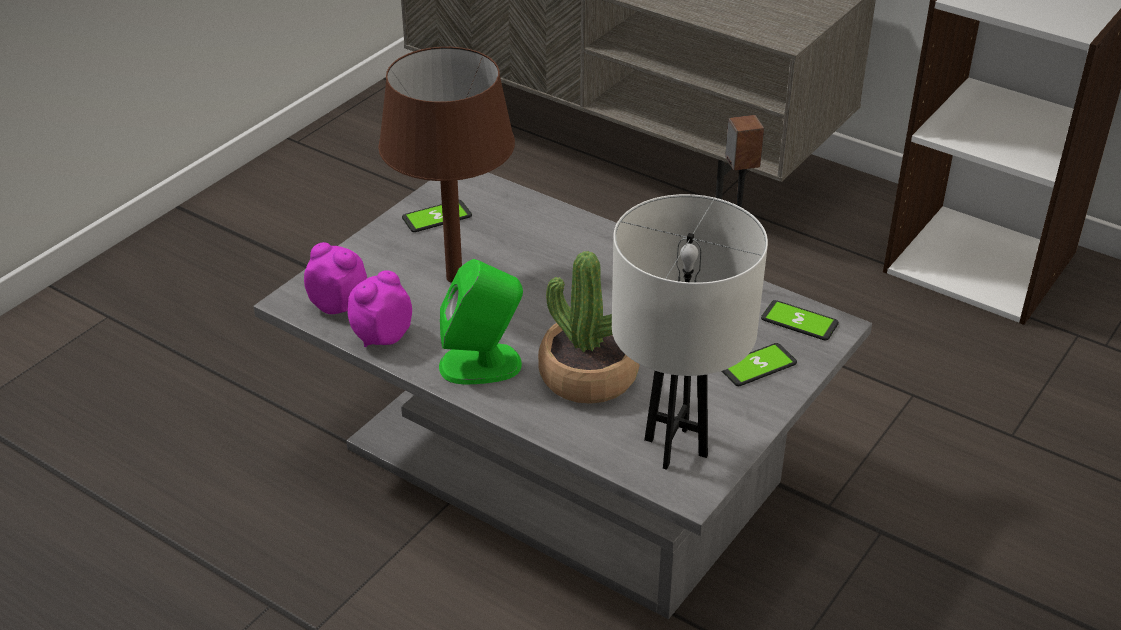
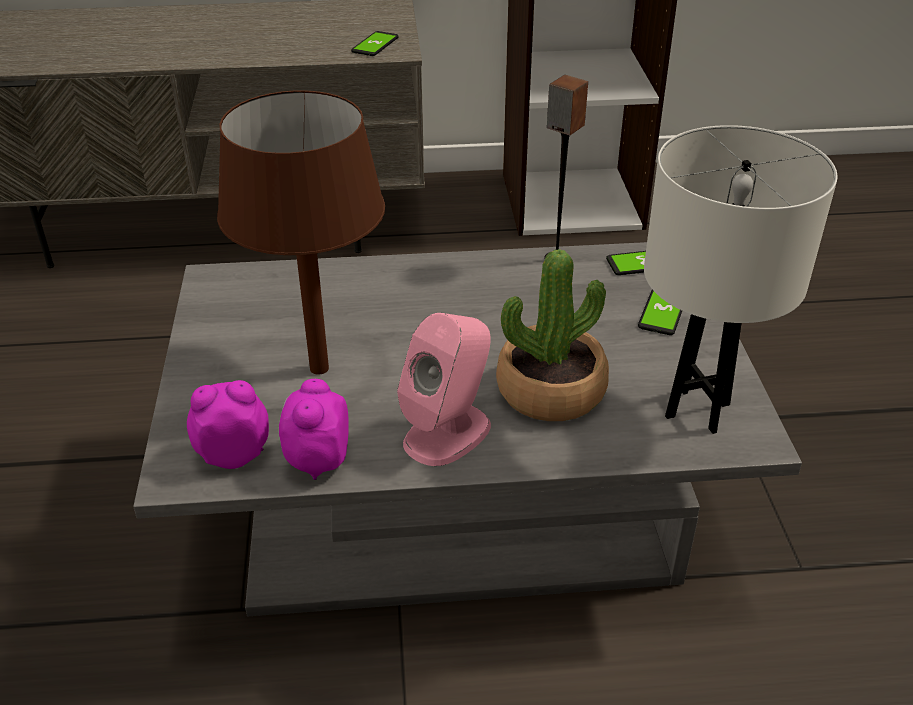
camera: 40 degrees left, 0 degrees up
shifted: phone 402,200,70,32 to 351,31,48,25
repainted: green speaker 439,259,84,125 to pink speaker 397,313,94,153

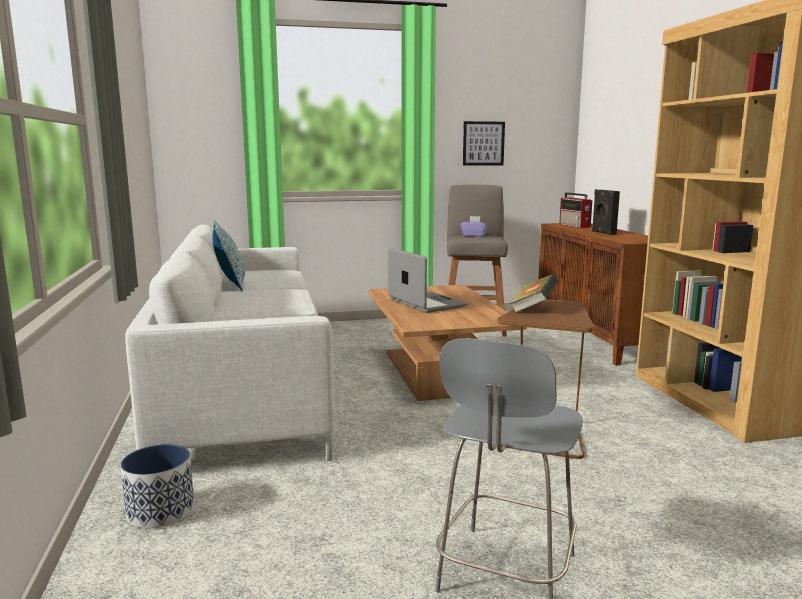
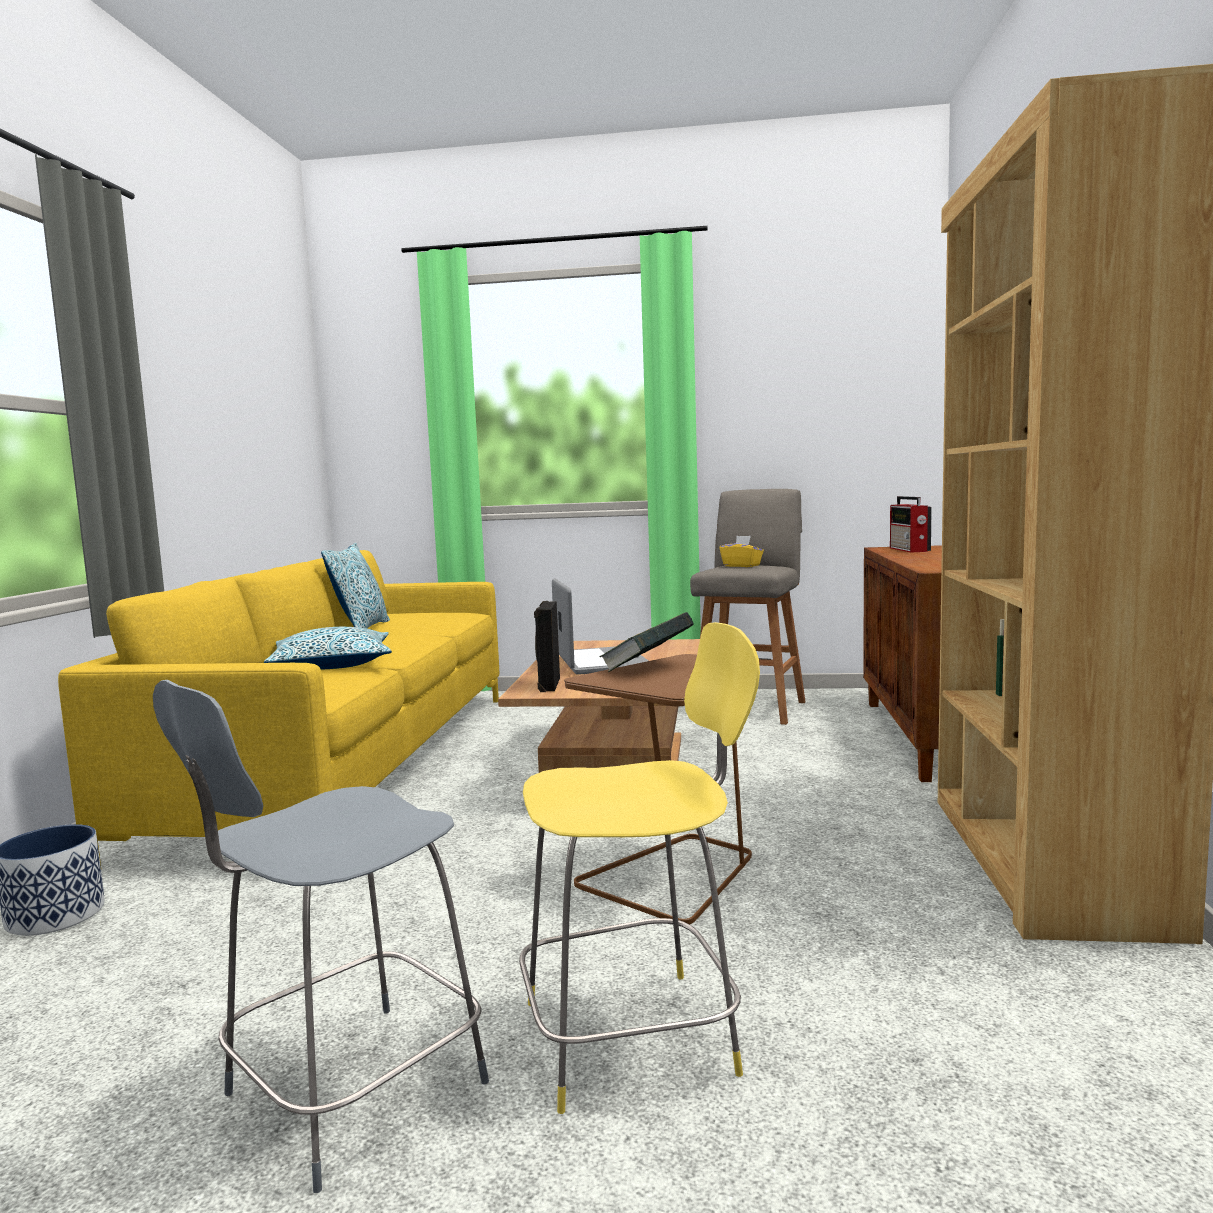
camera: 20 degrees right, 5 degrees down
gone: picture 463,121,42,45
new: yellow stool 519,622,241,492; pillow 264,627,128,43
shifted: black speaker 592,189,28,46 to 534,601,26,91
repainted: purple tissue box 461,216,27,21 to yellow tissue box 719,536,45,31; white sofa 125,224,209,237 to yellow sofa 58,550,441,315

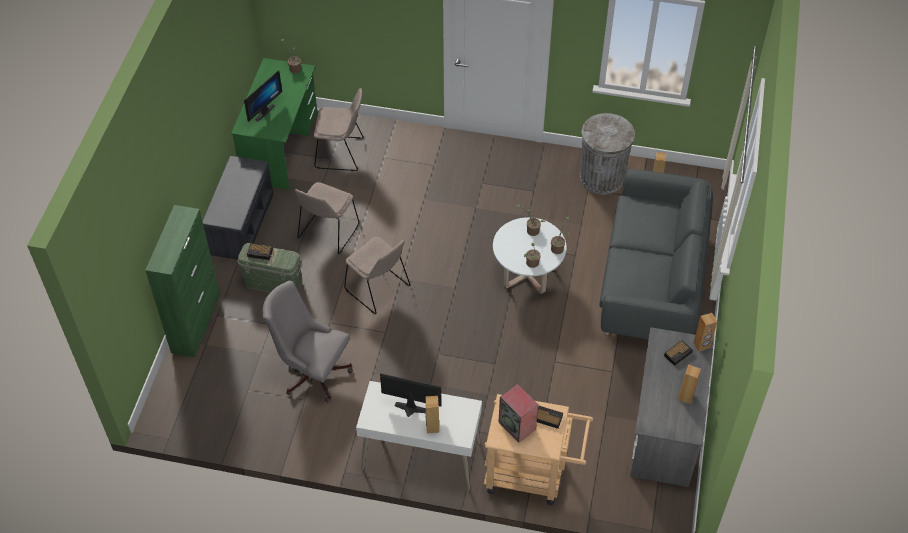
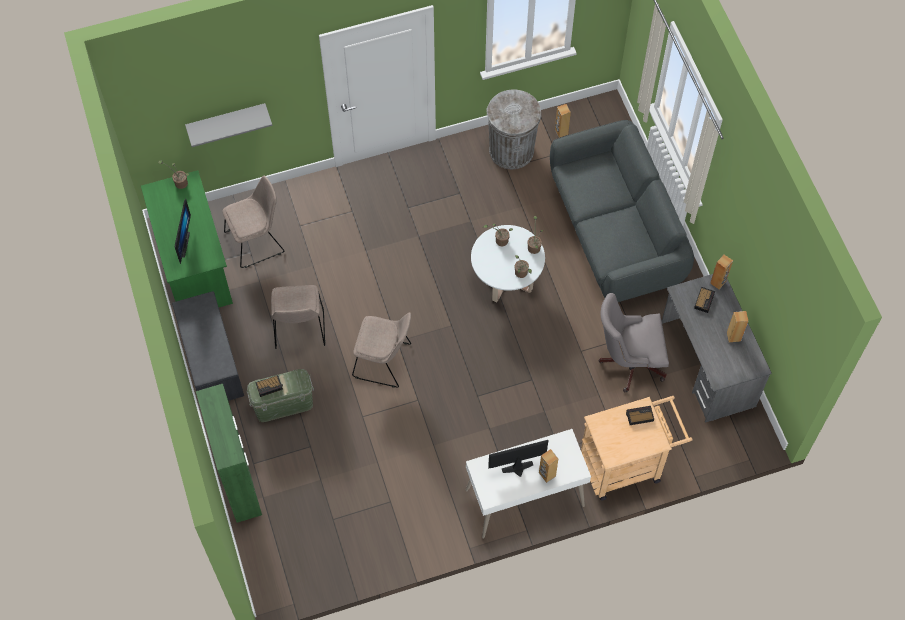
camera: 30 degrees left, 10 degrees up
gone: speaker 498,384,40,58
new: grey shelf 185,103,88,44
shifted: grey office chair 263,281,90,121 to 599,293,70,99

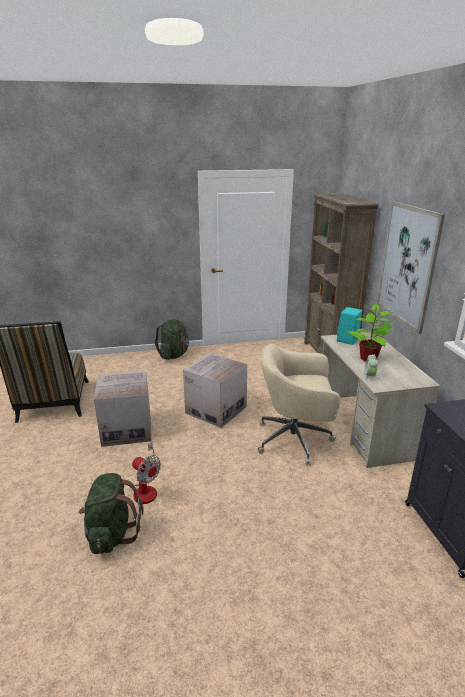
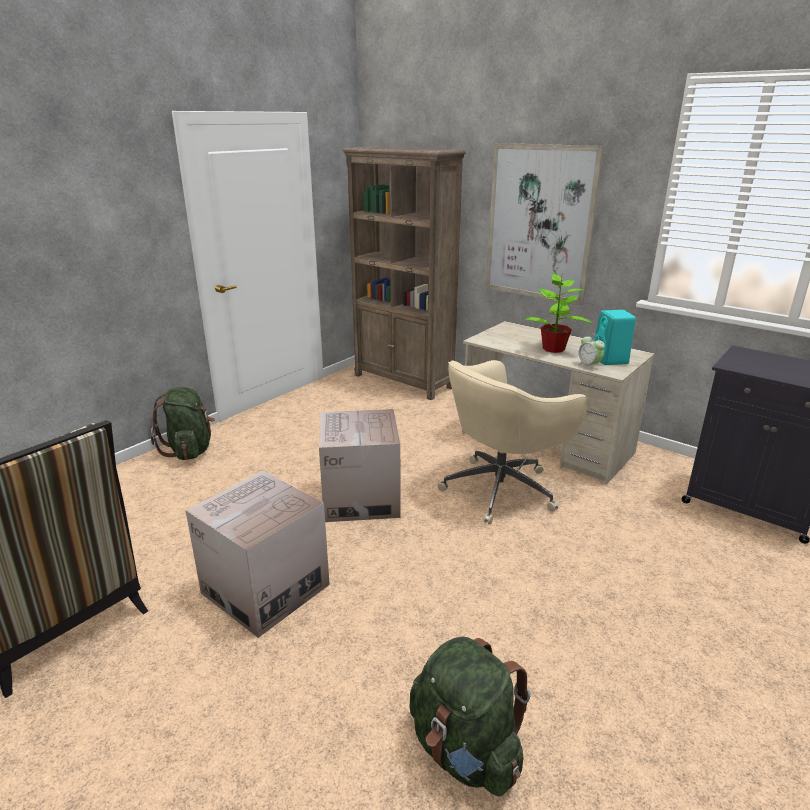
camera: 40 degrees left, 0 degrees up
gone: fan 132,442,29,62
shifted: turquoise speaker 337,307,25,38 to 594,310,42,55

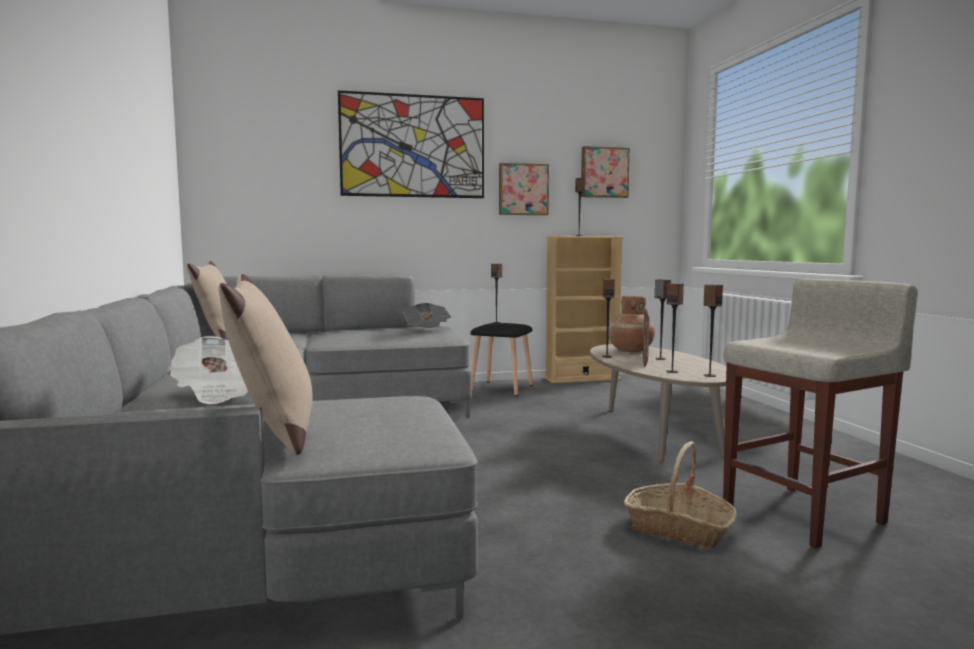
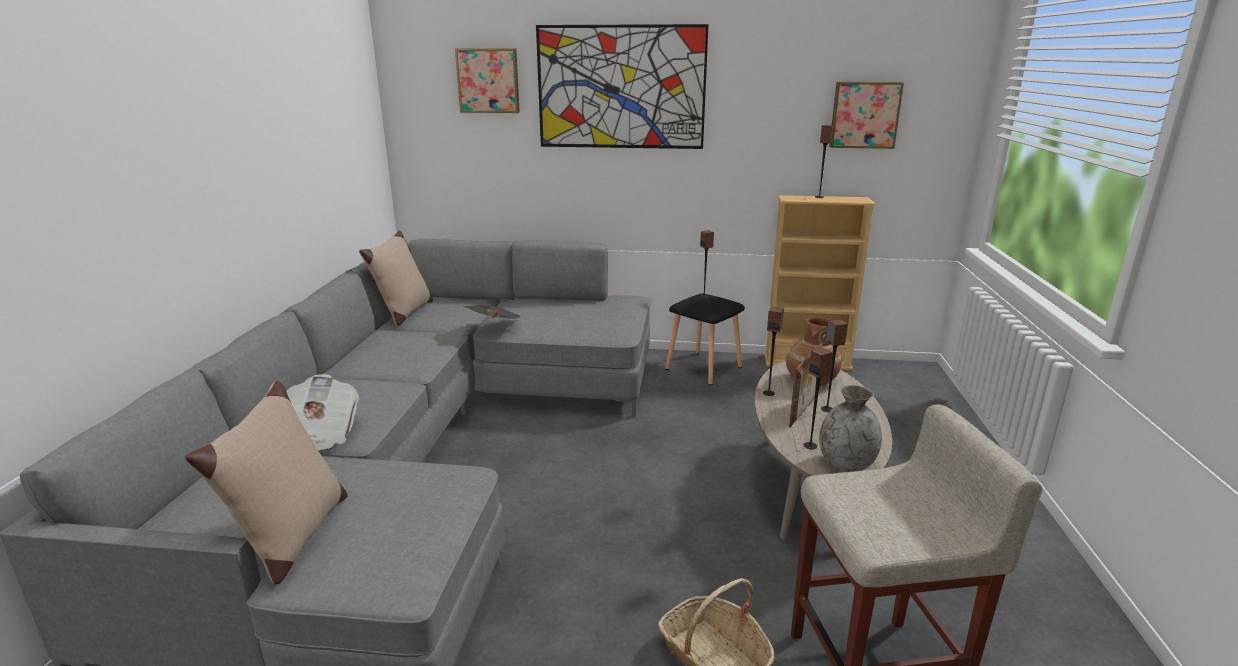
camera: 20 degrees right, 15 degrees up
shifted: picture 499,163,50,52 to 455,49,65,64; newspaper 398,303,53,25 to 463,305,58,14
swapped: speaker 703,284,20,93 to grey vase 819,385,63,87

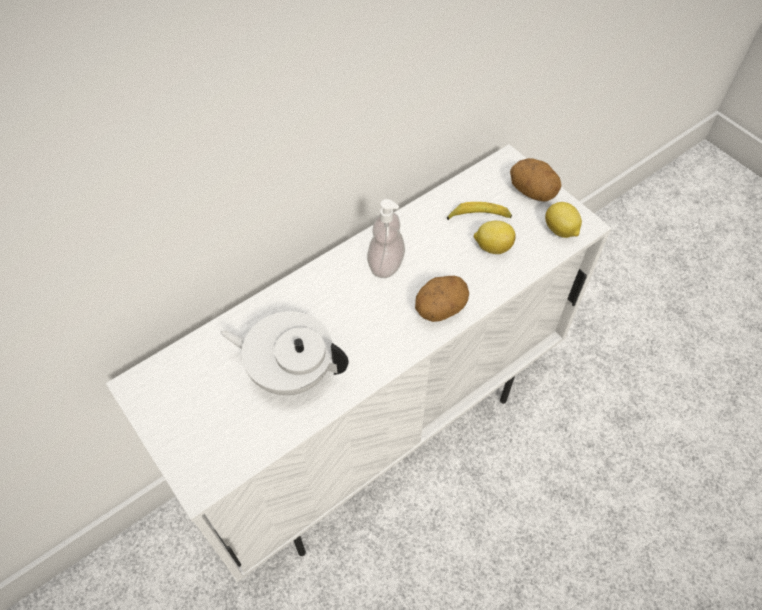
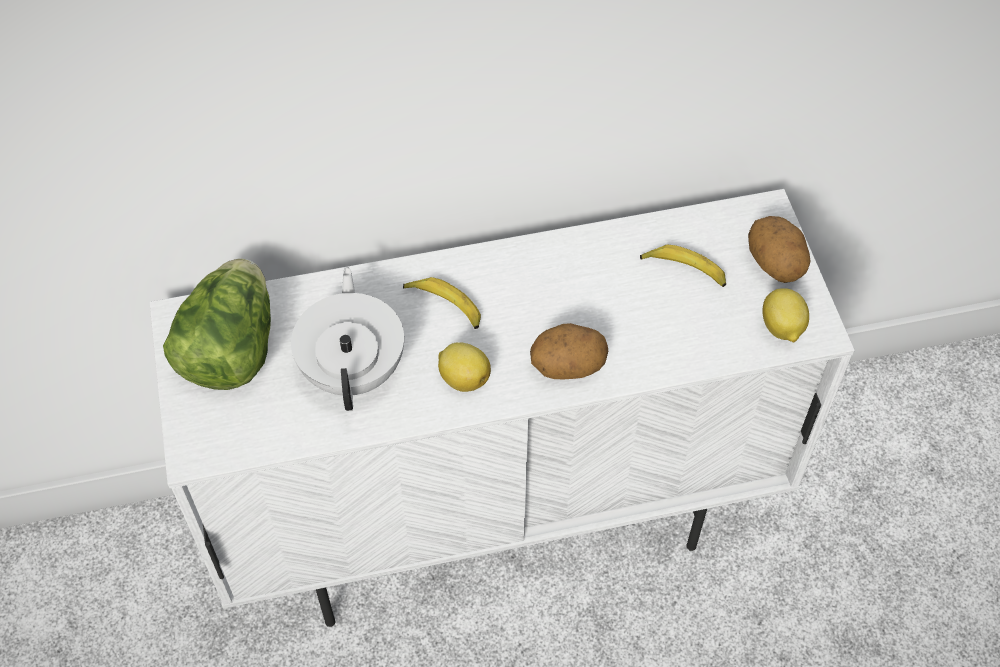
camera: 25 degrees right, 0 degrees up
gone: soap dispenser 367,199,38,79
new: lettuce 163,259,108,131; banana 403,277,78,52
shifted: lemon 473,221,43,33 to 438,342,53,50
rotated: white teapot 221,311,128,84 = 291,267,113,144 45 degrees clockwise

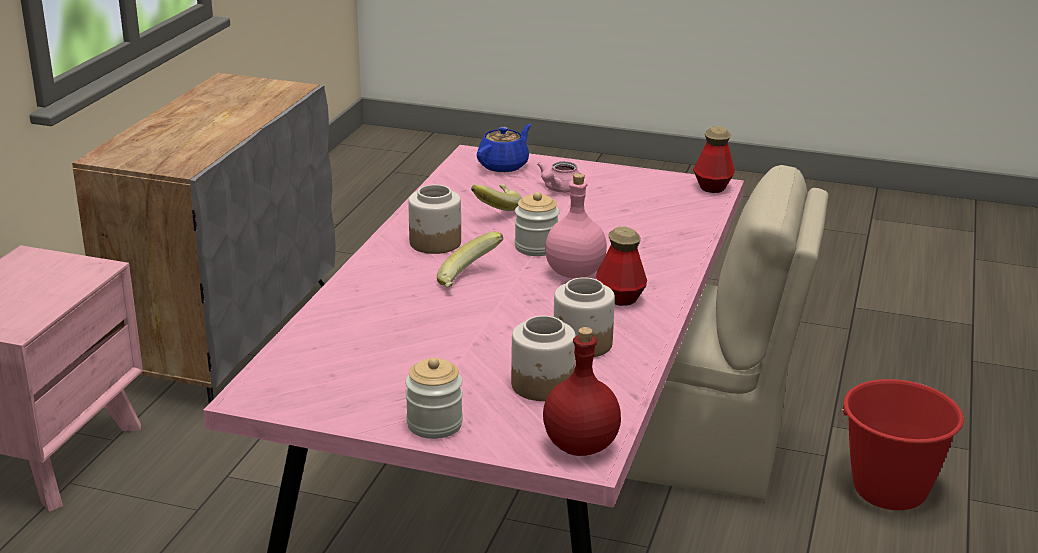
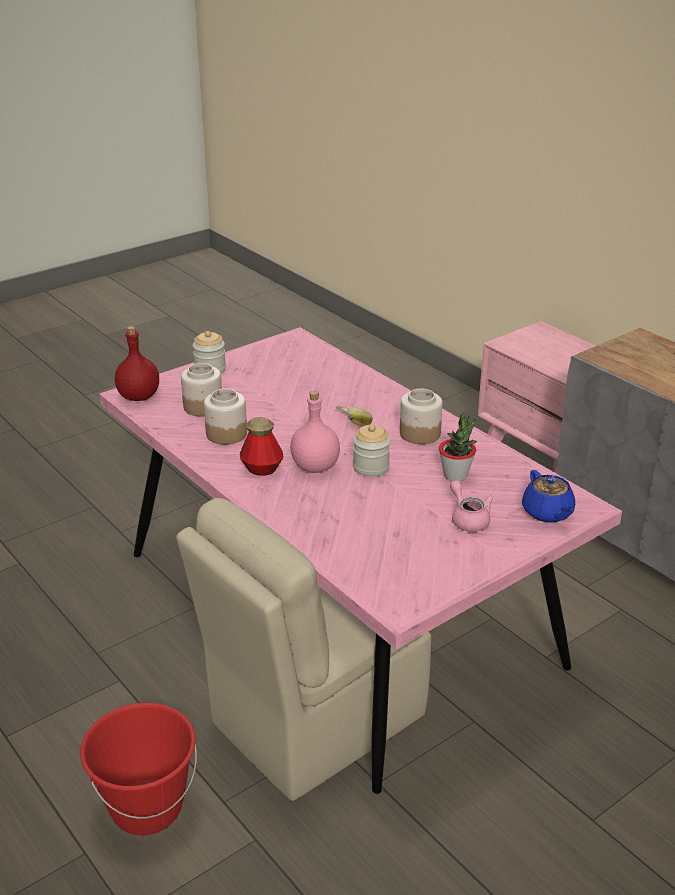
camera: 125 degrees right, 5 degrees up
gone: bottle 693,126,42,67
swapped: banana 471,184,51,27 to potted plant 439,413,38,68

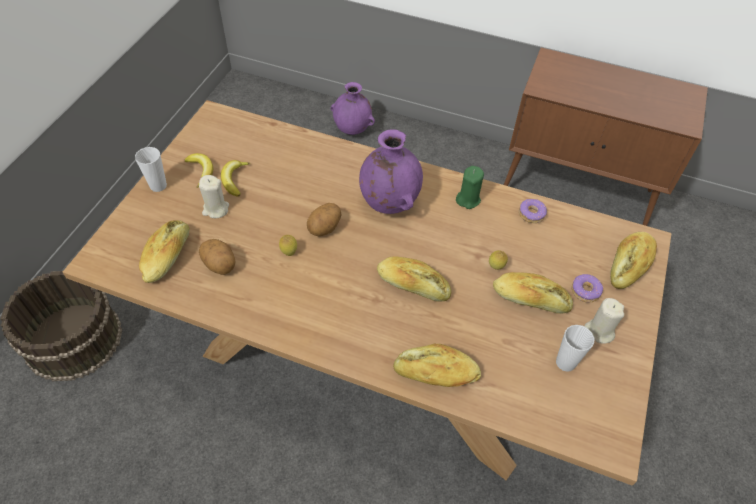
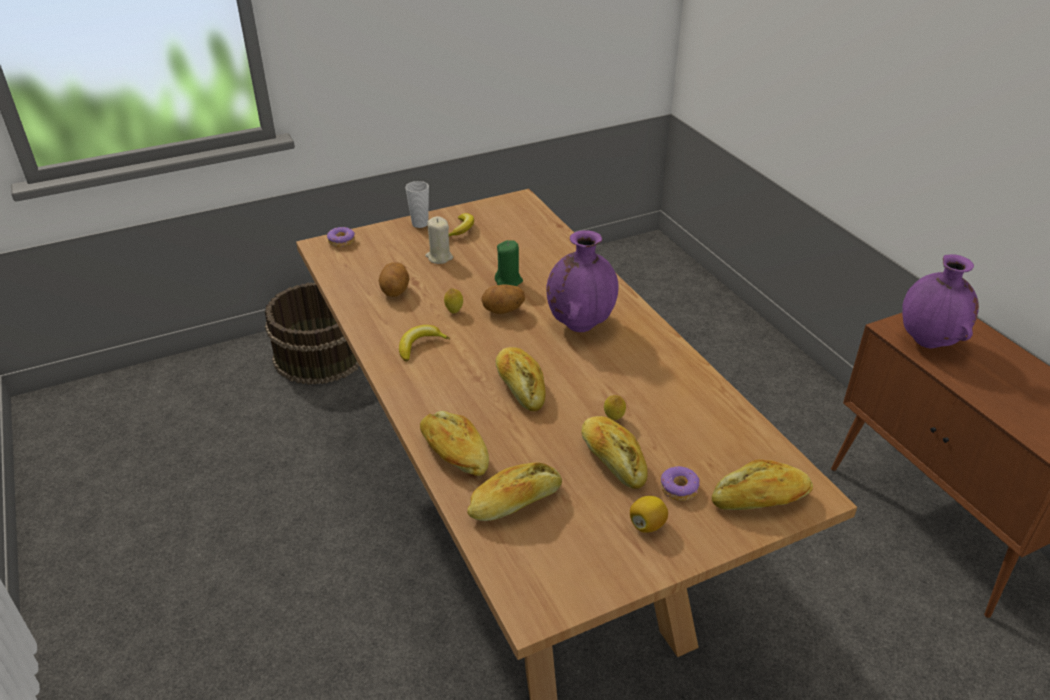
camera: 45 degrees right, 15 degrees down
gone: cup 556,325,38,47
shifted: purple vase 331,82,44,53 to 902,254,77,94; banana 221,160,29,37 to 399,325,51,37; green candle 456,166,28,43 to 495,240,28,46; donut 519,199,28,24 to 327,227,28,20; bread 139,220,51,63 to 467,463,95,58
swapped: beige candle 584,298,40,46 to lemon 630,496,38,37

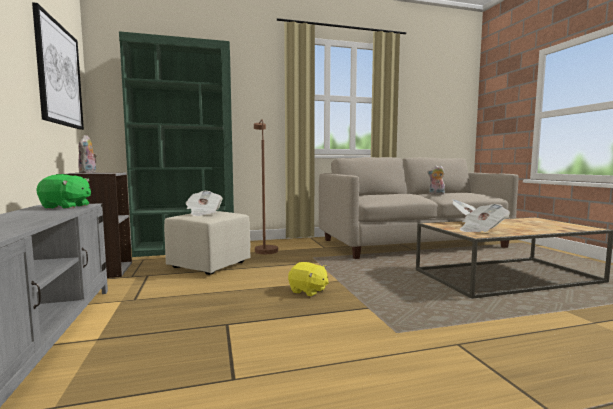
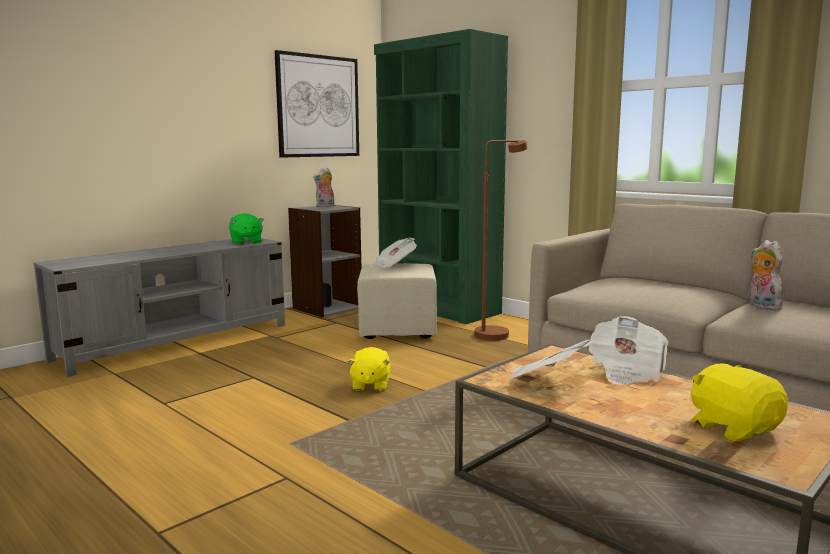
camera: 60 degrees right, 5 degrees up
new: yellow plush toy 691,363,97,78

